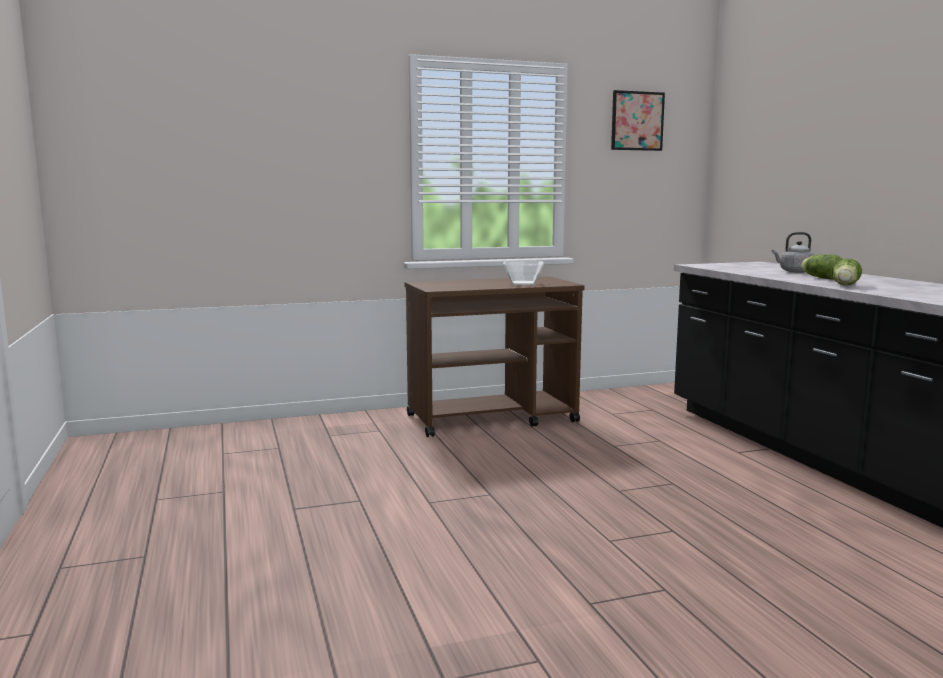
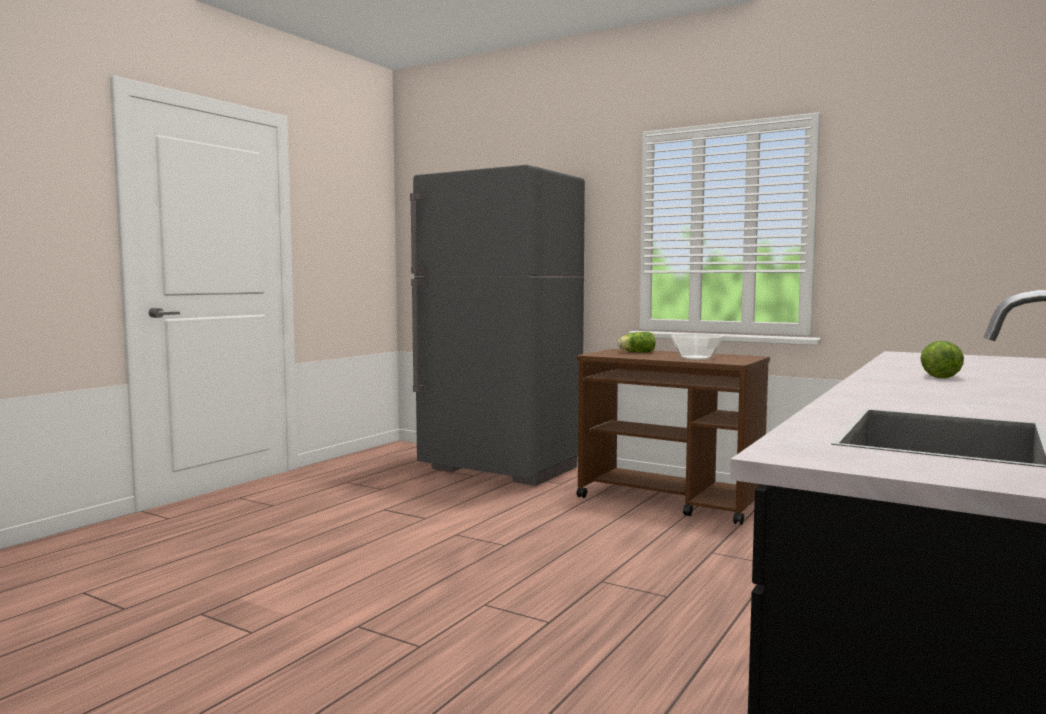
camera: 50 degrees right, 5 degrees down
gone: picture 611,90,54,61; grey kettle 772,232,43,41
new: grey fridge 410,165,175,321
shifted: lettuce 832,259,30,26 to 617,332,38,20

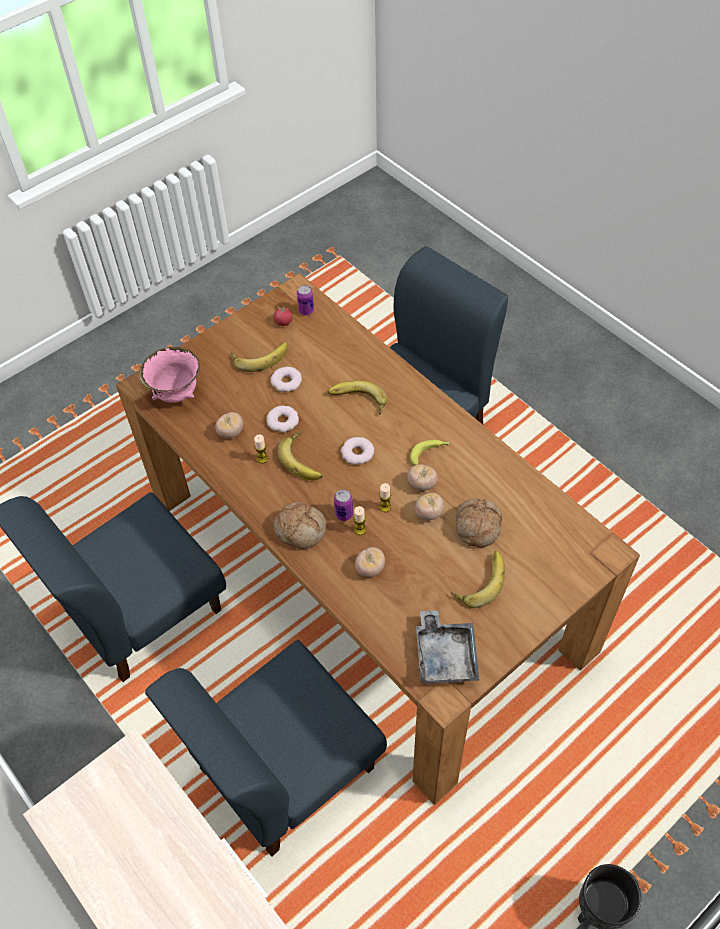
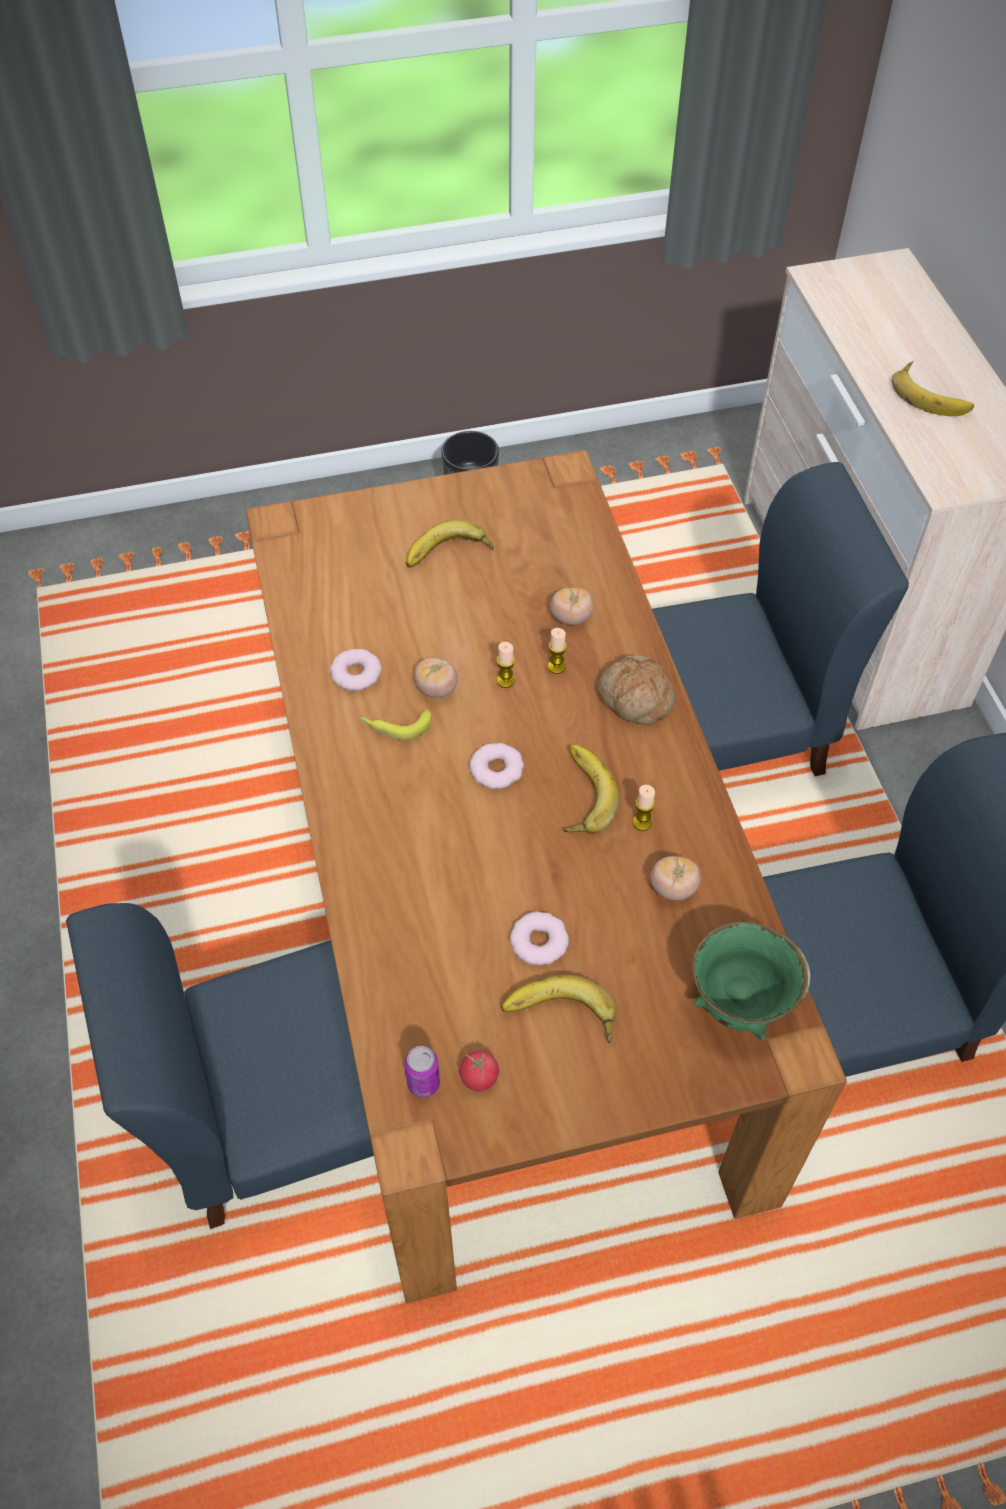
camera: 155 degrees left, 0 degrees up
gone: can 334,489,19,32; tomato 415,493,29,27; bread 456,498,46,50; grey tray 416,610,63,74
shifted: banana 328,380,59,35 to 892,361,82,55; donut 267,406,32,26 to 330,649,52,42
repainted: pink bowl 139,347,61,56 to green bowl 692,922,119,118

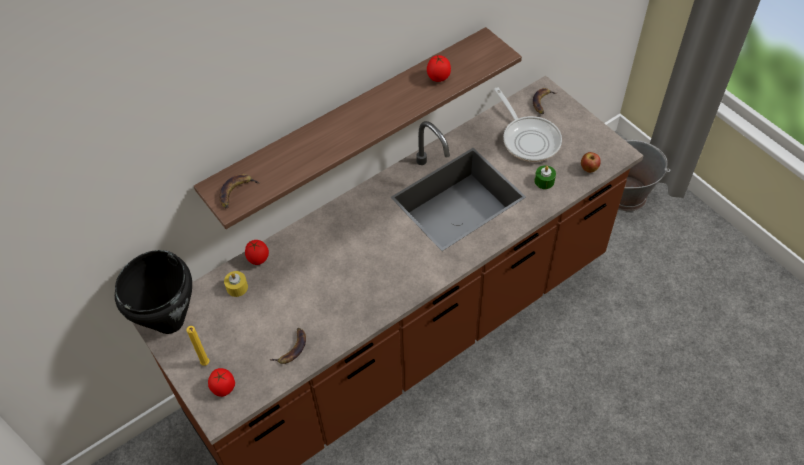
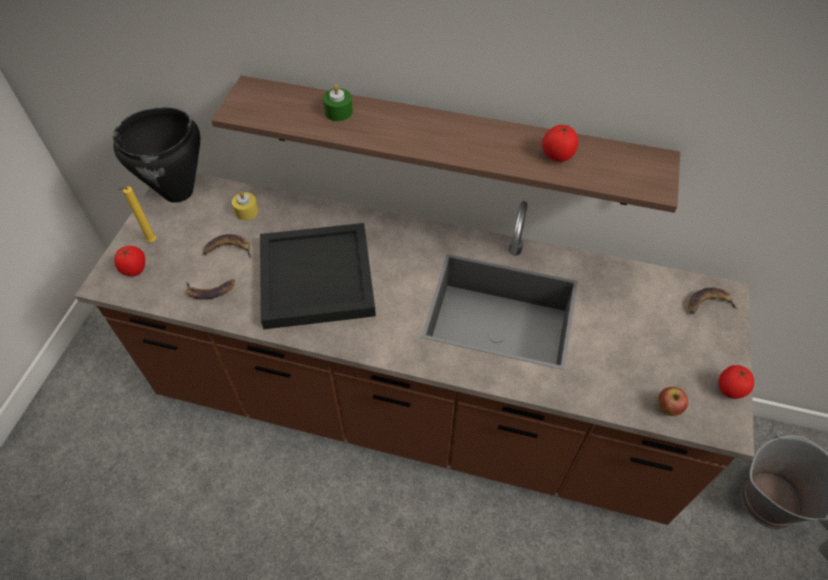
camera: 50 degrees right, 0 degrees up
gone: frying pan 494,87,68,75
new: black tray 260,223,116,106
shifted: green candle 535,165,21,24 to 323,84,30,38; banana 219,174,42,34 to 203,234,48,24; tomato 245,240,24,25 to 718,365,36,34

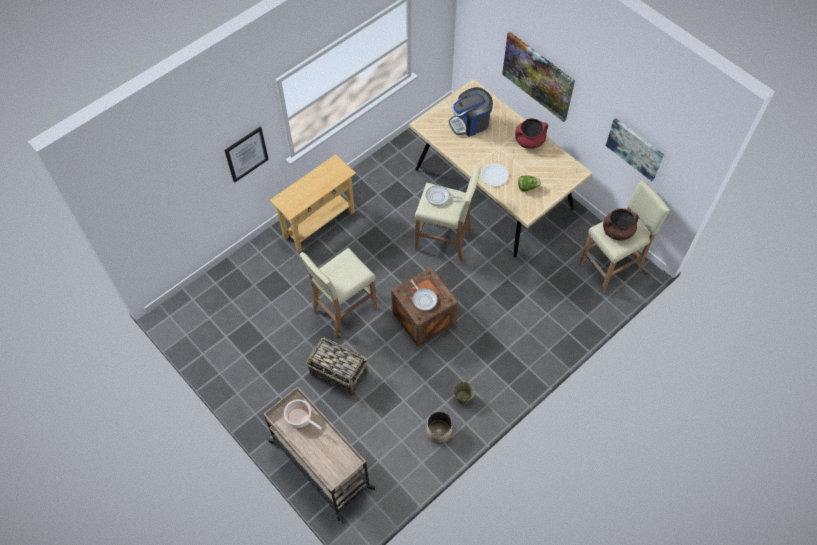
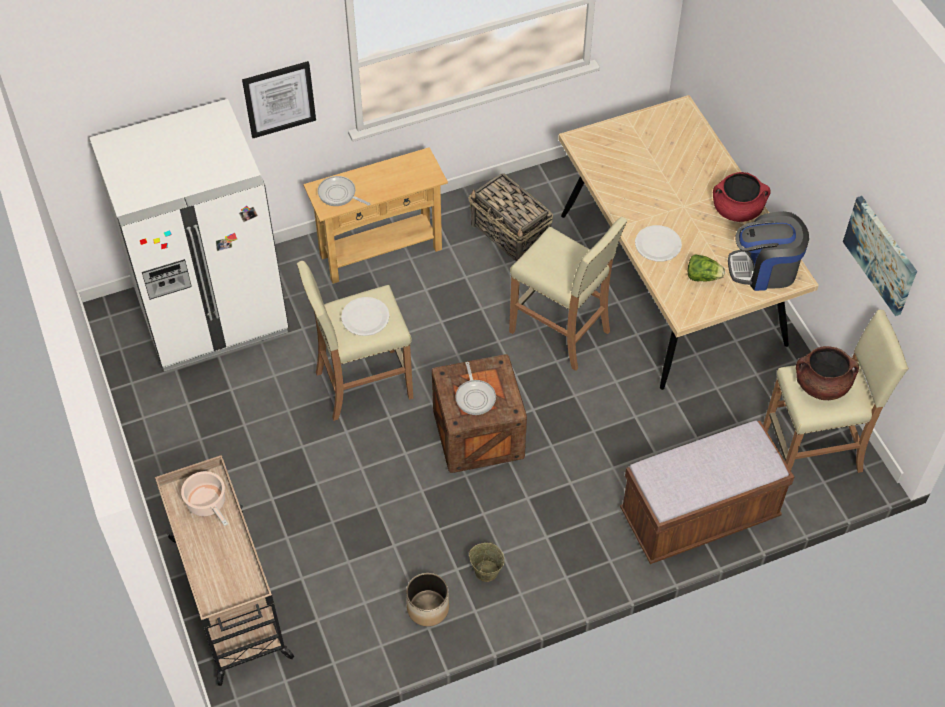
camera: 20 degrees right, 5 degrees down
gone: picture 502,32,73,90
new: white fridge 89,99,200,273; white plate 341,297,49,39; brown bench 620,421,174,143
shifted: coffee machine 449,87,44,50 to 728,211,81,80; frying pan 426,185,36,21 to 318,176,52,30; basket 306,337,62,59 to 468,173,85,88

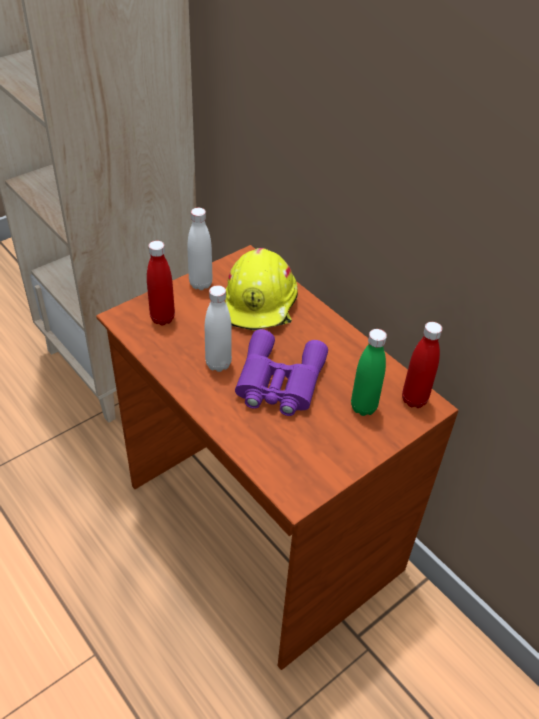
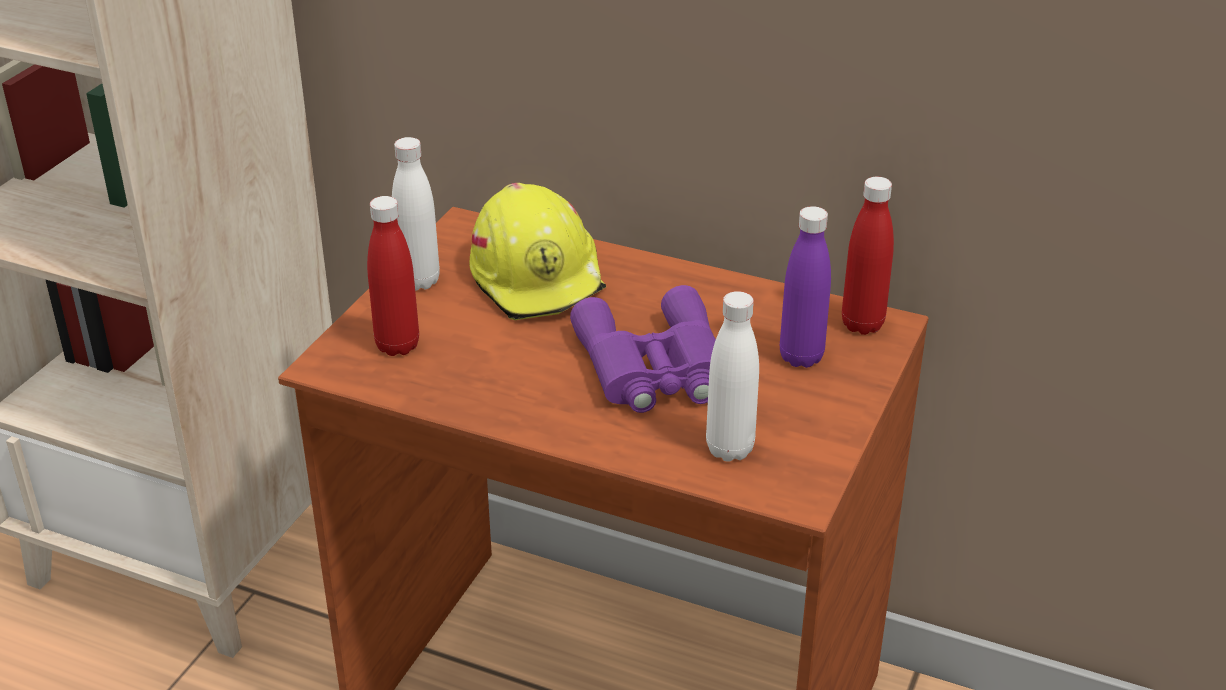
camera: 25 degrees left, 10 degrees down
shifted: white bottle 205,285,27,87 to 706,291,53,171
repainted: green bottle 351,329,36,87 to purple bottle 780,206,51,162

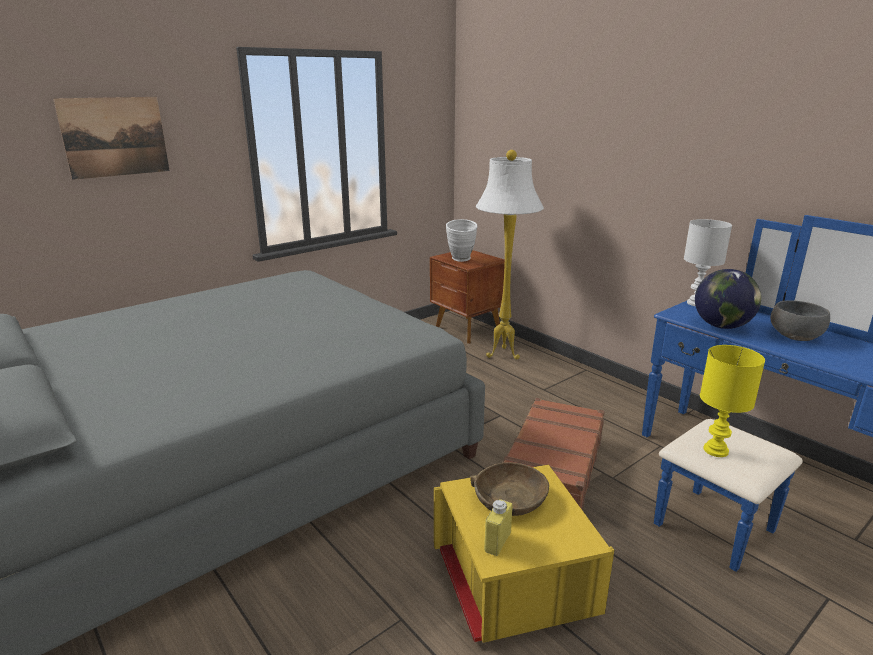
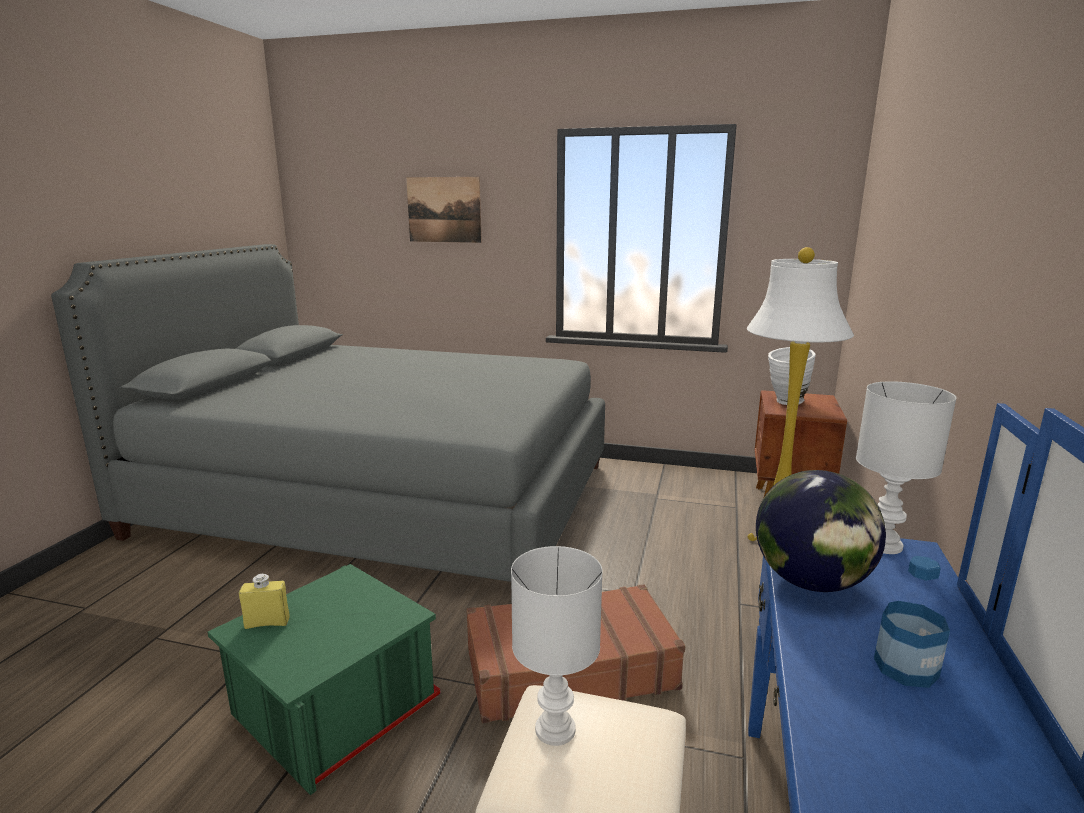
camera: 55 degrees right, 5 degrees down
gone: brown bowl 470,462,79,54
swapped: grey bowl 770,300,60,41 to bottle 874,556,76,132
repainted: yellow table lamp 700,345,65,112 to white table lamp 511,546,92,200; yellow storage box 434,465,180,178 to green storage box 208,564,233,231

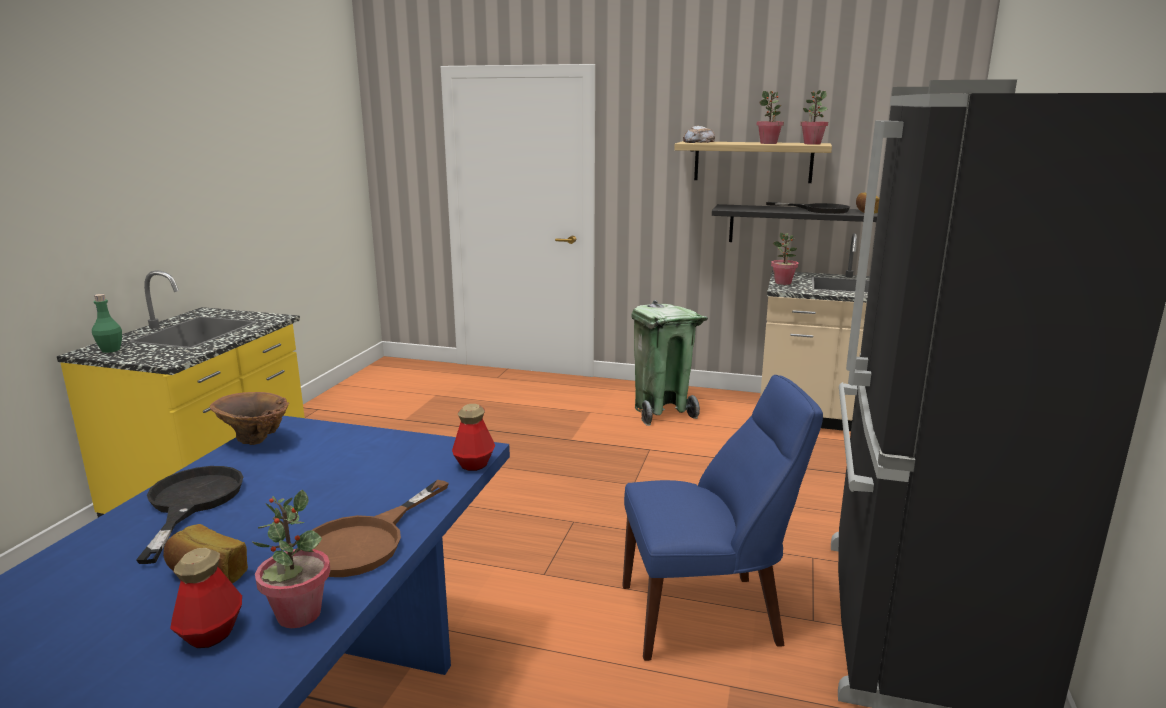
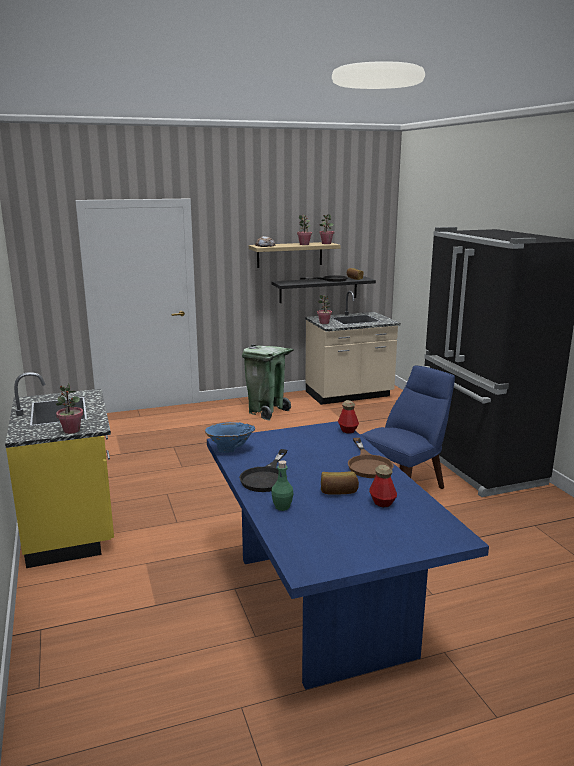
camera: 35 degrees left, 0 degrees up
shifted: green bottle 92,294,30,59 to 271,460,22,51; potted plant 252,490,78,138 to 56,383,27,51
repainted: brown vase 210,392,79,53 to blue vase 205,422,50,31
rotated: black frying pan 136,466,108,98 = 239,449,48,43 120 degrees counterclockwise

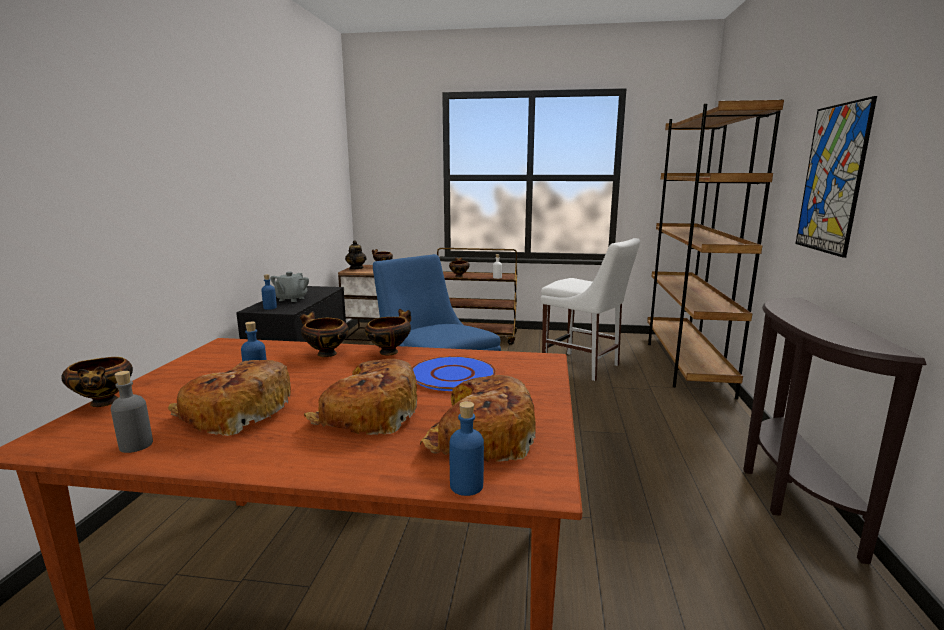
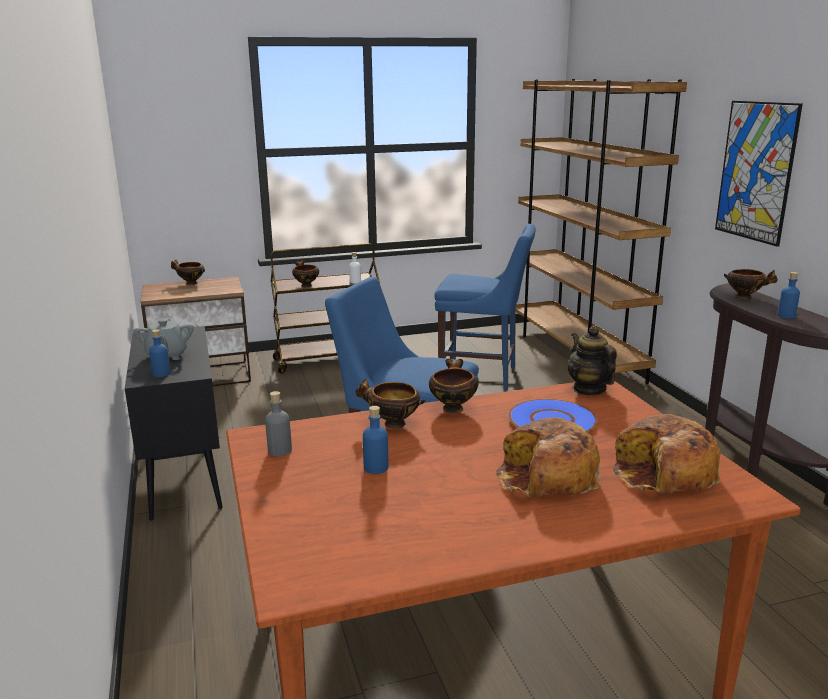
camera: 25 degrees left, 5 degrees up
gone: bread 168,360,123,76
shifted: teapot 345,240,22,30 to 568,326,49,69; bowl 61,357,72,50 to 724,269,54,30; grey bottle 111,371,42,82 to 265,391,27,65; blue bottle 450,401,34,95 to 777,272,23,47
repainted: white chair 541,238,99,143 to blue chair 434,224,102,167

